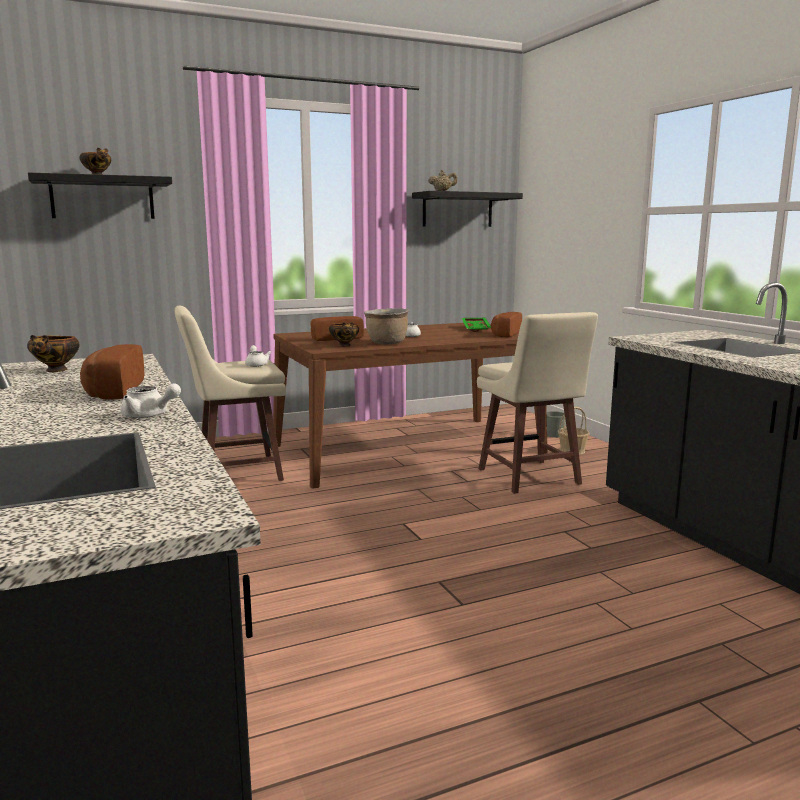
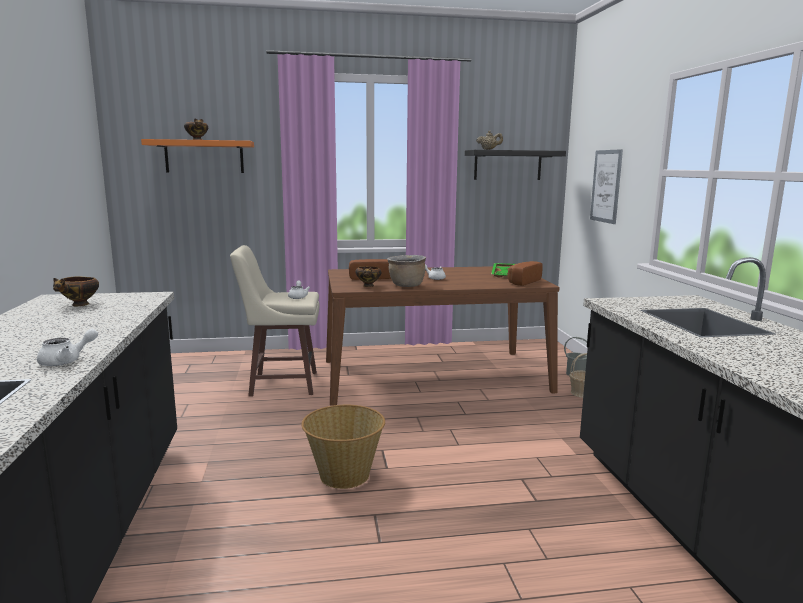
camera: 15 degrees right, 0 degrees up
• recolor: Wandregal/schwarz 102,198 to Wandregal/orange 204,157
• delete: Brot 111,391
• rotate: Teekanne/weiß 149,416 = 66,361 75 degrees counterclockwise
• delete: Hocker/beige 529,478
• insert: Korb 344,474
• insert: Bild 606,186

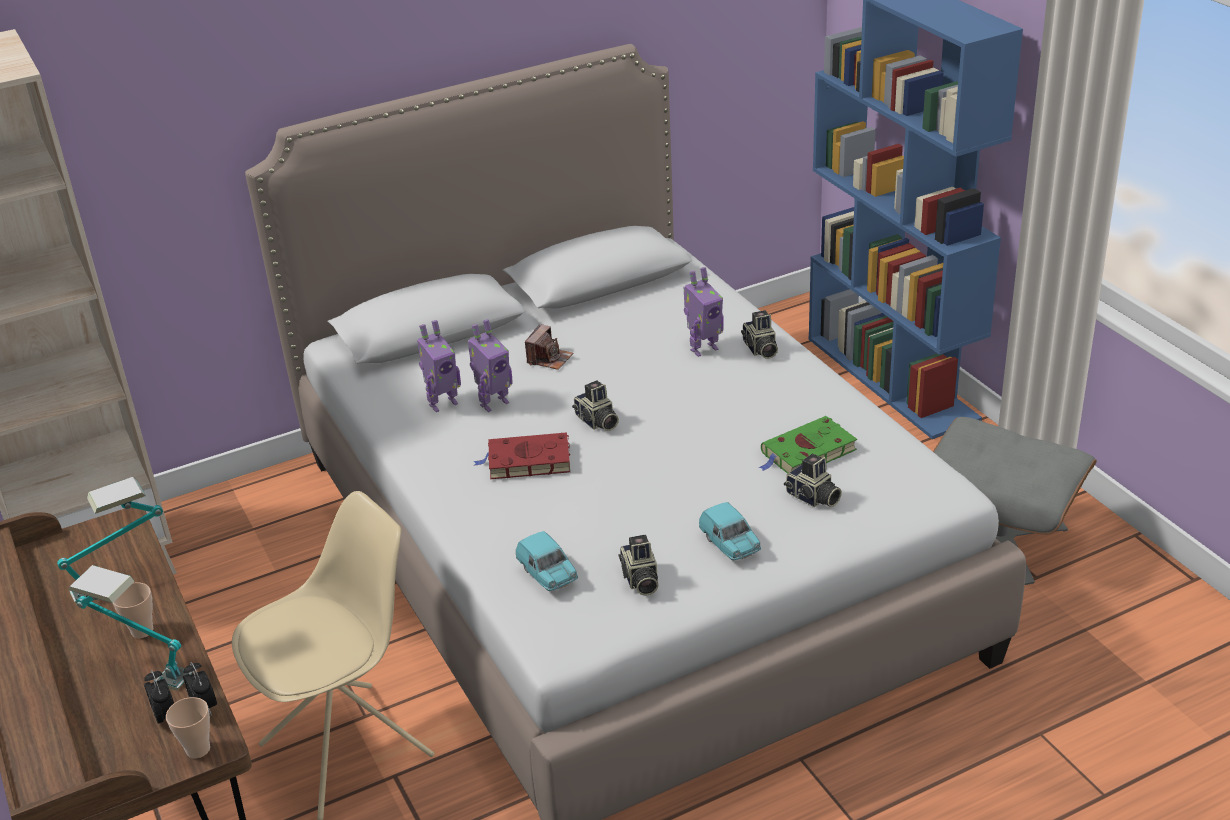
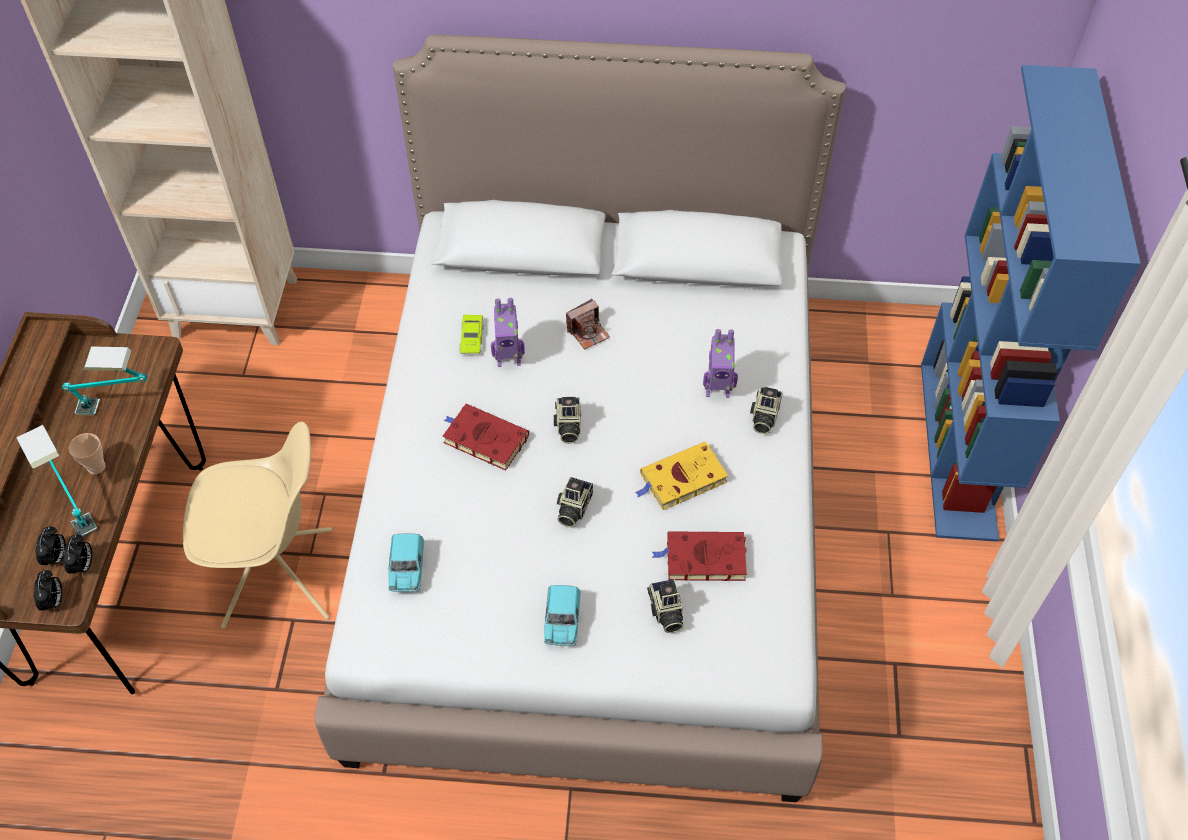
camera: 30 degrees right, 20 degrees up
• replace: Tasse 198,749 to Wecker 54,601
• replace: Spielzeugroboter 442,403 to Spielzeugauto/grün 471,338
• move: Kamera 639,580 to 573,508
• recolor: Buch/grün 806,453 to Buch/rot 703,559
• delete: Polsterhocker/grau 999,538
• insert: Buch/gelb 681,479

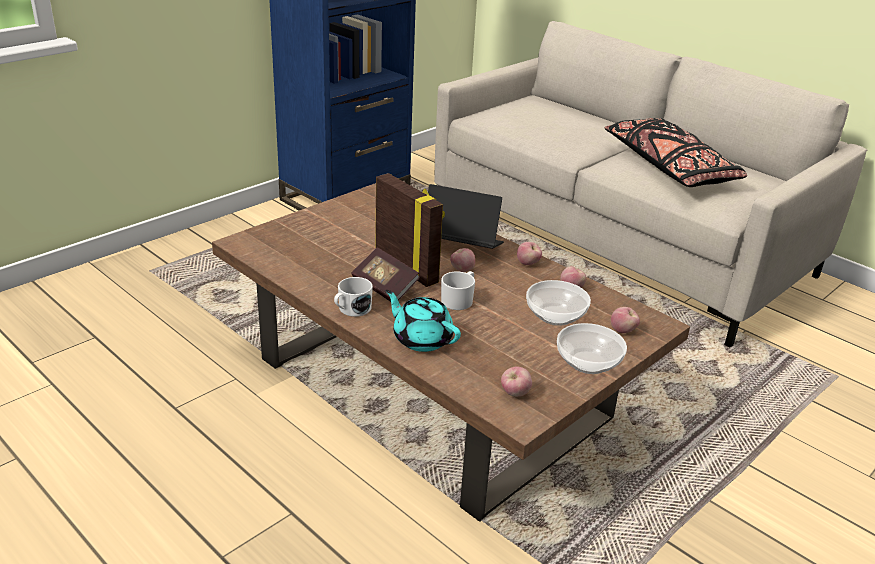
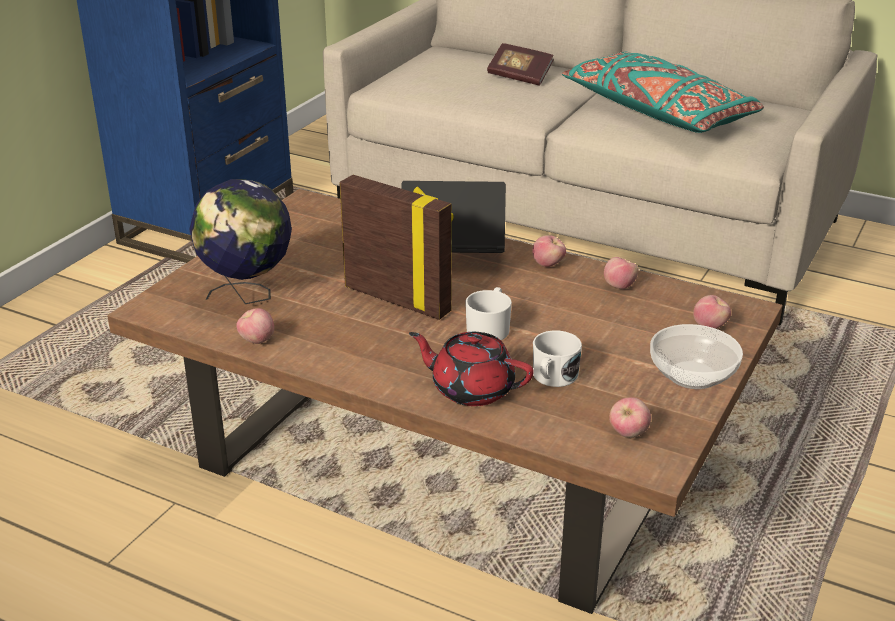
camera: 15 degrees left, 0 degrees up
• move: Henkelbecher/weiß 351,309 to 553,377
• move: Buch 385,287 to 520,77
• recolor: Teekanne/türkis 421,339 to Teekanne/rot 471,389
• move: Apfel 462,270 to 256,341
• delete: Schüssel 556,316
• recolor: Kissen/schwarz 669,168 to Kissen/türkis 658,113
• insert: Globus 248,296

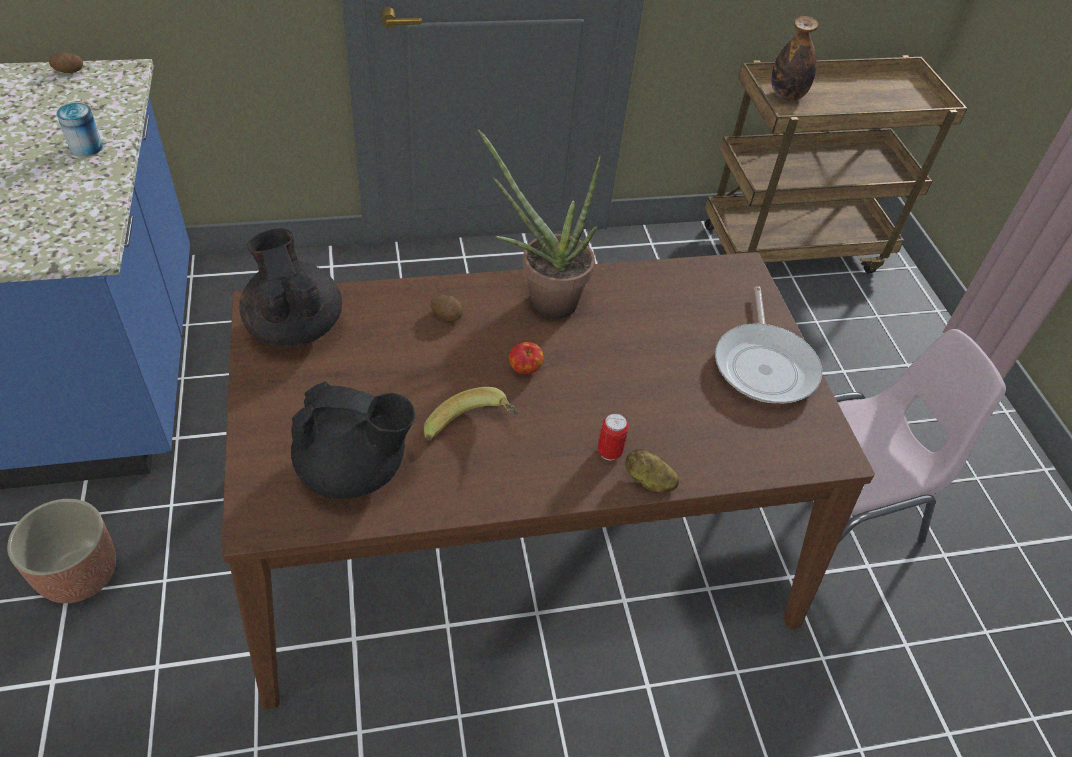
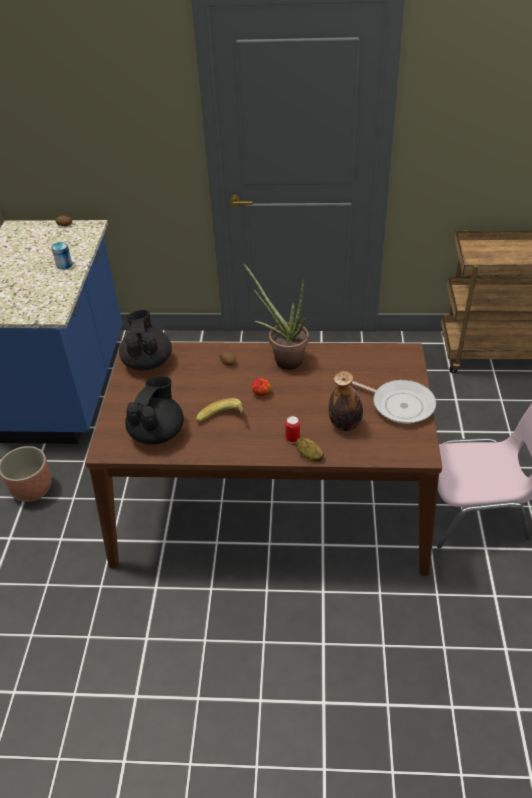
camera: 20 degrees right, 5 degrees down
• rotate: Teekanne/schwarz 354,470 = 157,432 90 degrees counterclockwise
• rotate: Pfanne 764,365 = 399,404 75 degrees counterclockwise
• move: Flasche 787,95 to 345,424

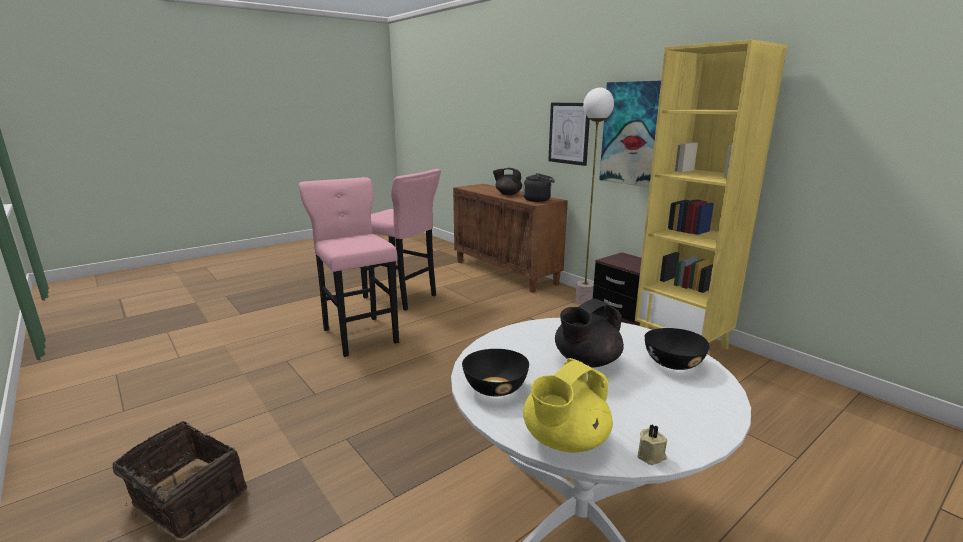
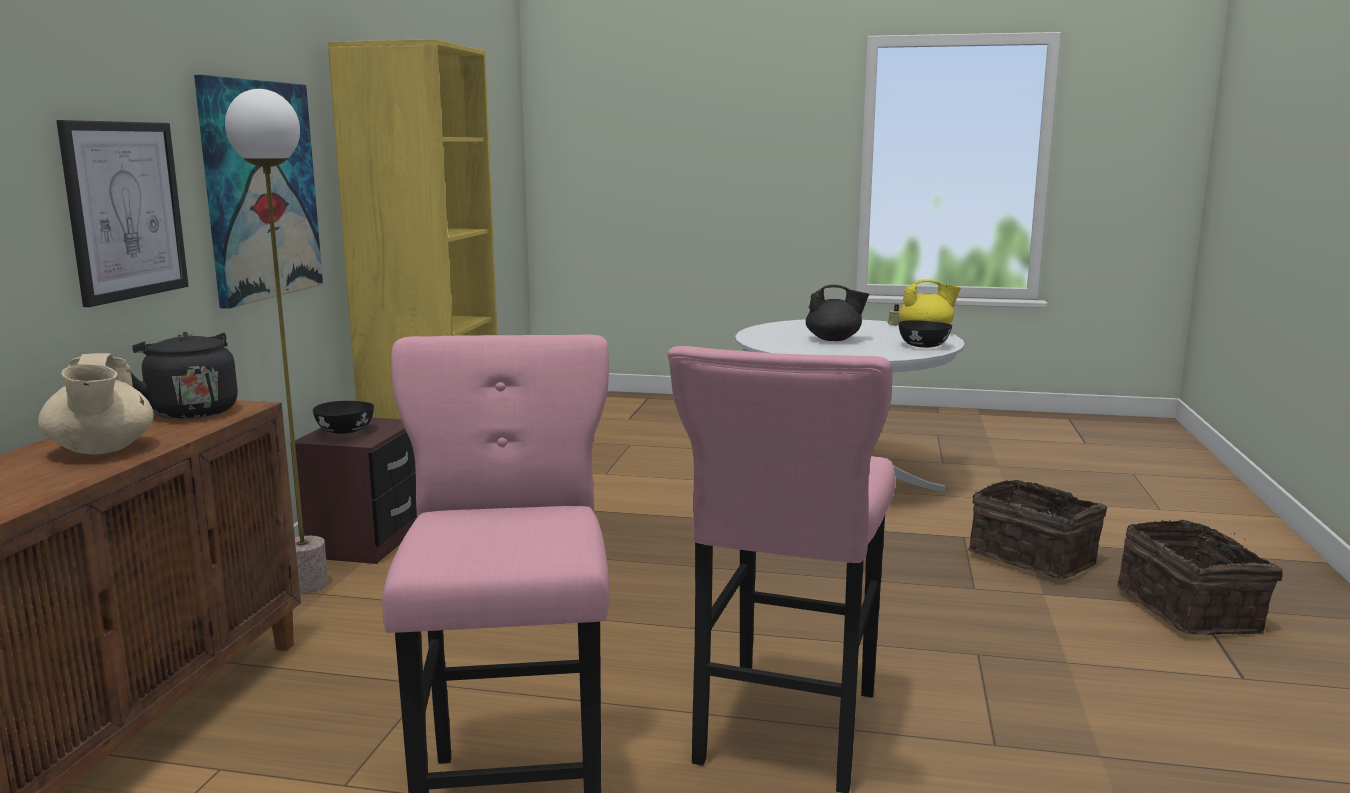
camera: 130 degrees left, 5 degrees down
• recolor: Teekanne/schwarz 507,194 to Teekanne/beige 101,450
• move: Schüssel/schwarz 673,363 to 344,431
• insert: Korb 1034,558

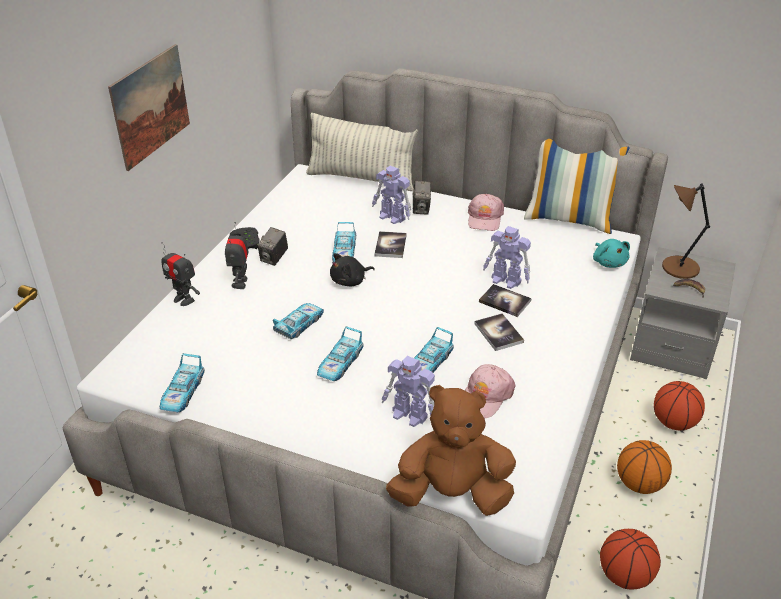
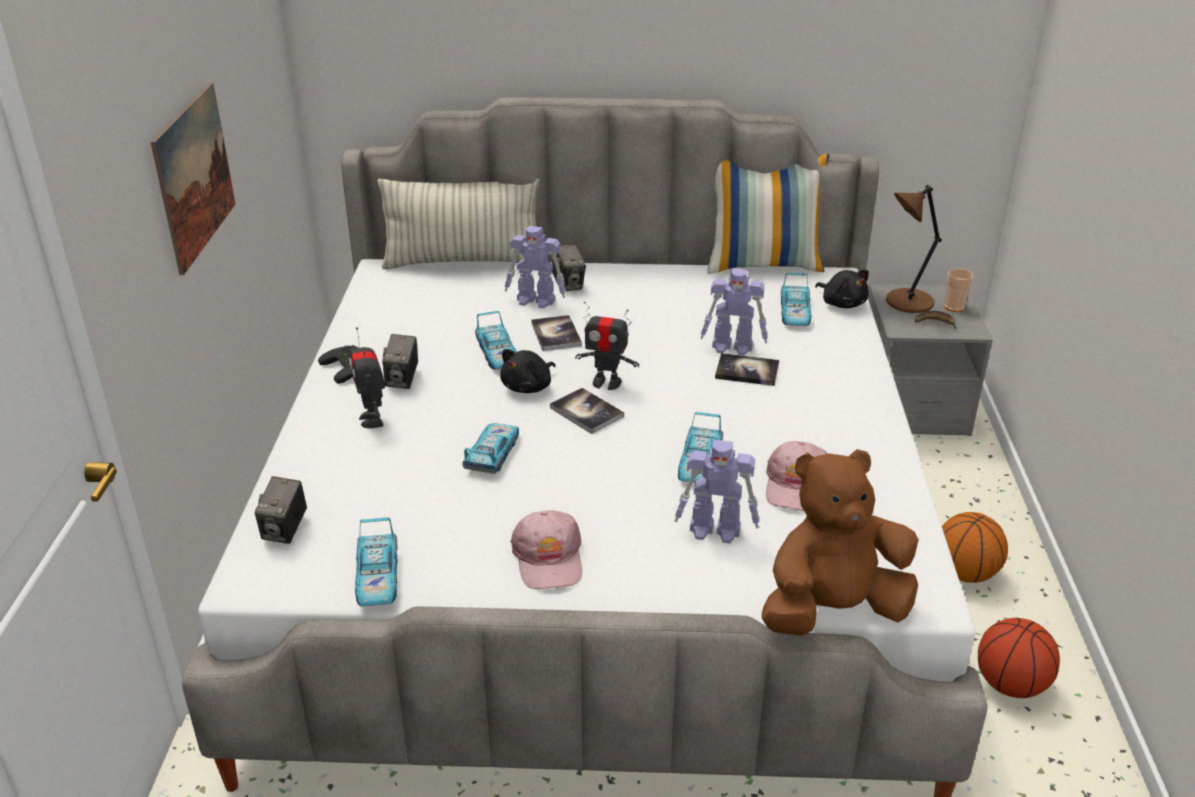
camera: 20 degrees left, 5 degrees down
• move: Spielzeugroboter 184,299 to 606,383
• move: Spielzeugauto 340,363 to 795,313
• move: Kappe/rosa 485,218 to 548,558
• move: Buch 498,333 to 586,412
• recolor: Plüschtier/türkis 609,262 to Plüschtier/schwarz 842,303
• delete: Basketball 673,422
• insert: Kamera 285,530
• insert: Tasse 954,307

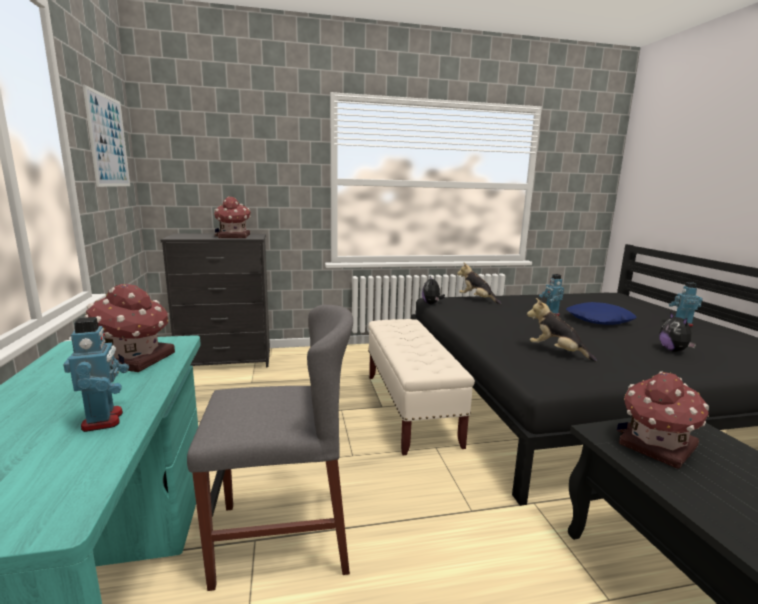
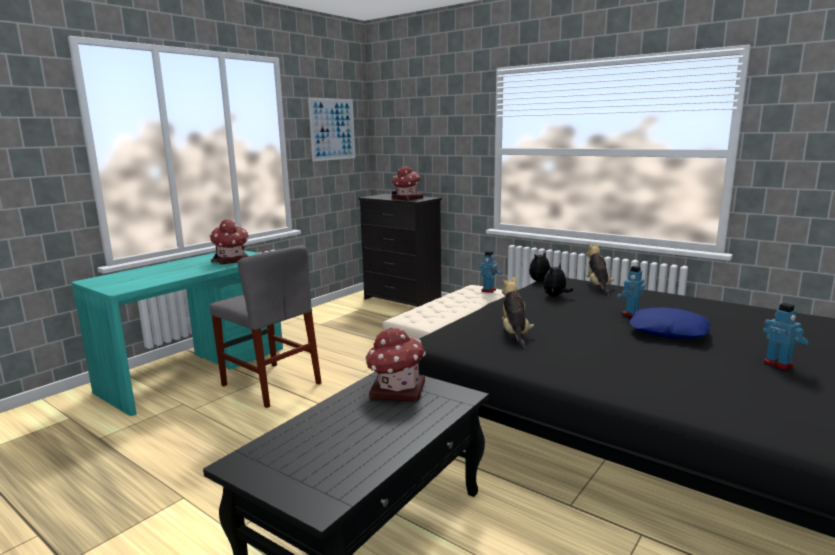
camera: 50 degrees right, 0 degrees up
• move: Spielzeugroboter 104,420 to 489,290
• move: Plüschtier 673,350 to 555,296

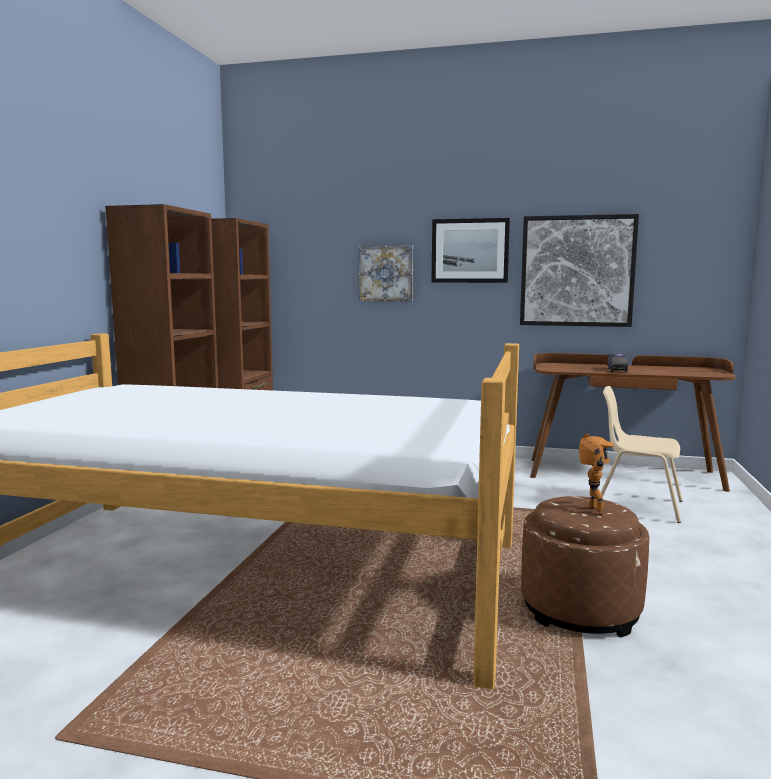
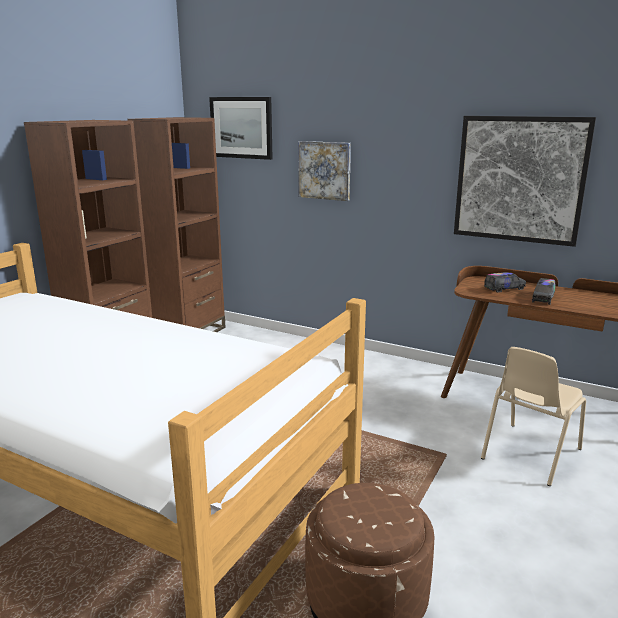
camera: 15 degrees right, 10 degrees up
• move: Bild 470,251 to 241,127
• delete: Spielzeugroboter 592,511
• rotate: Stuhl/beige 636,505 = 529,454 90 degrees counterclockwise
• insert: Spielzeuglaster 504,289

